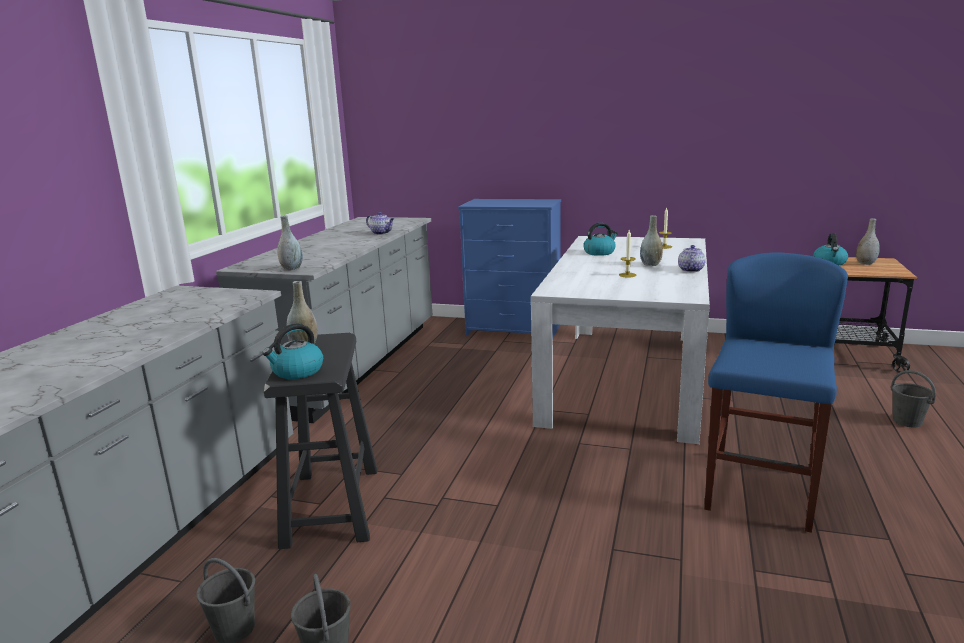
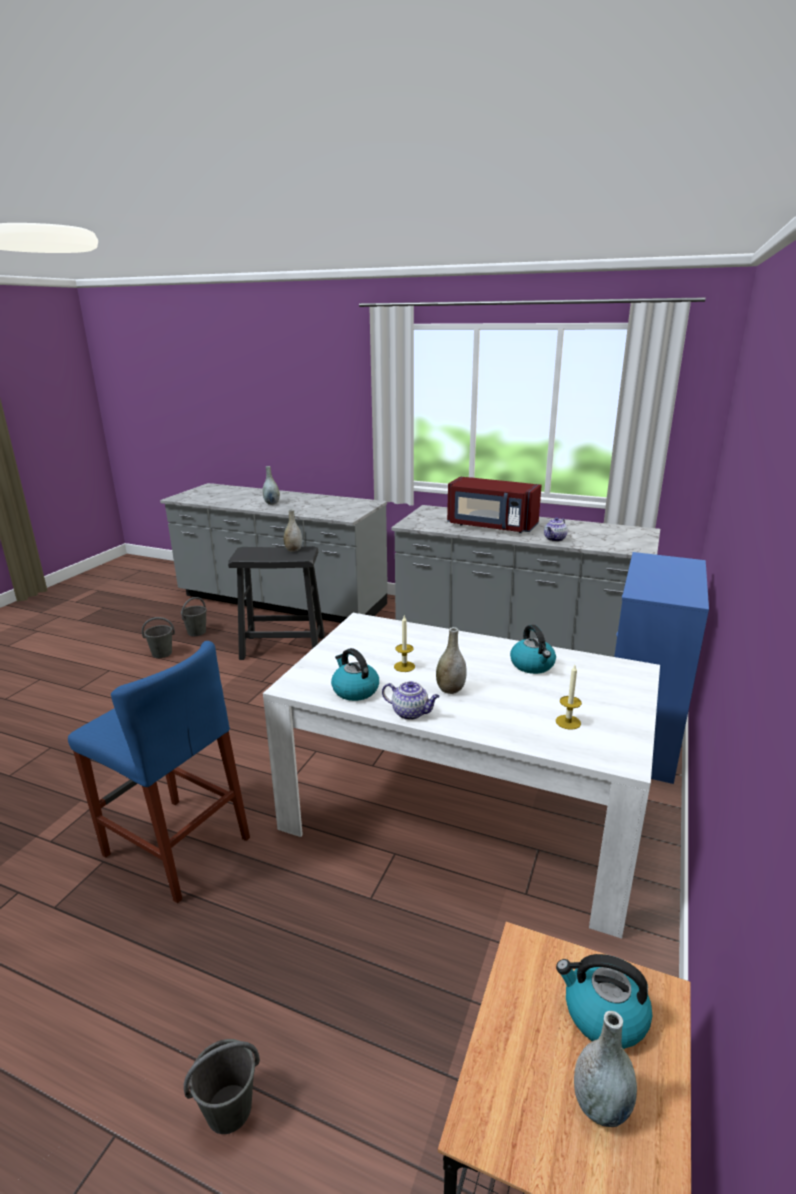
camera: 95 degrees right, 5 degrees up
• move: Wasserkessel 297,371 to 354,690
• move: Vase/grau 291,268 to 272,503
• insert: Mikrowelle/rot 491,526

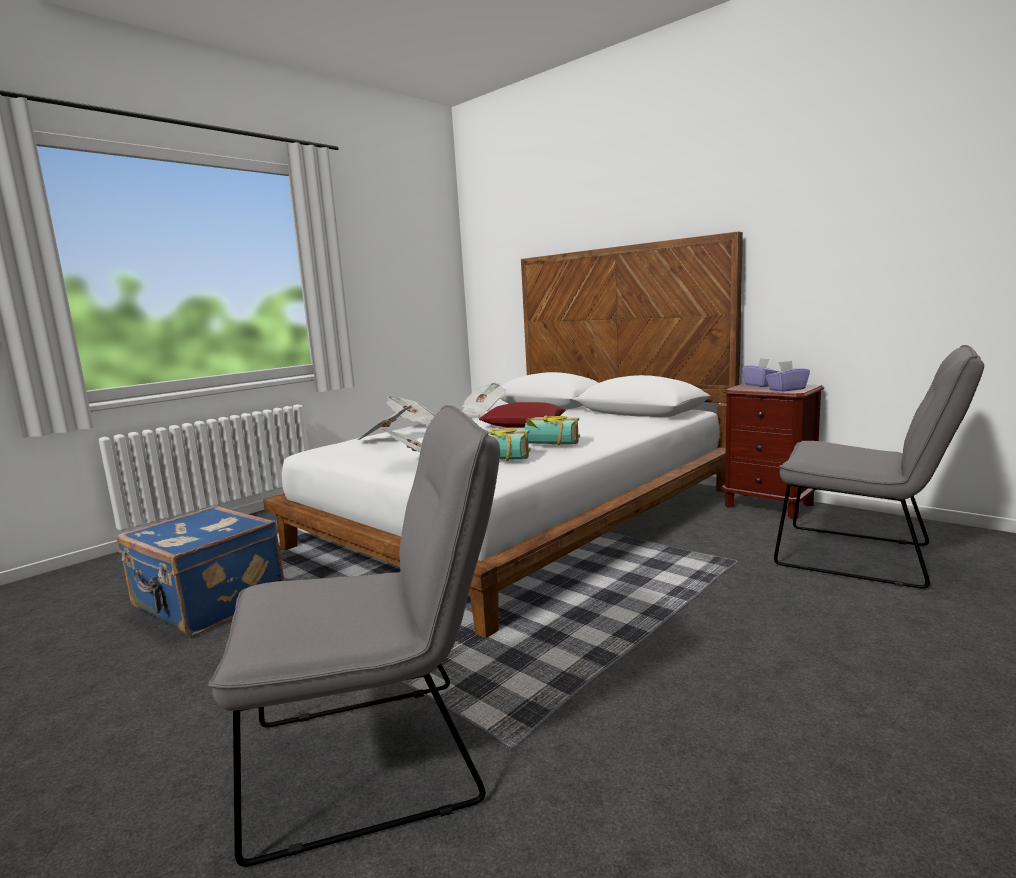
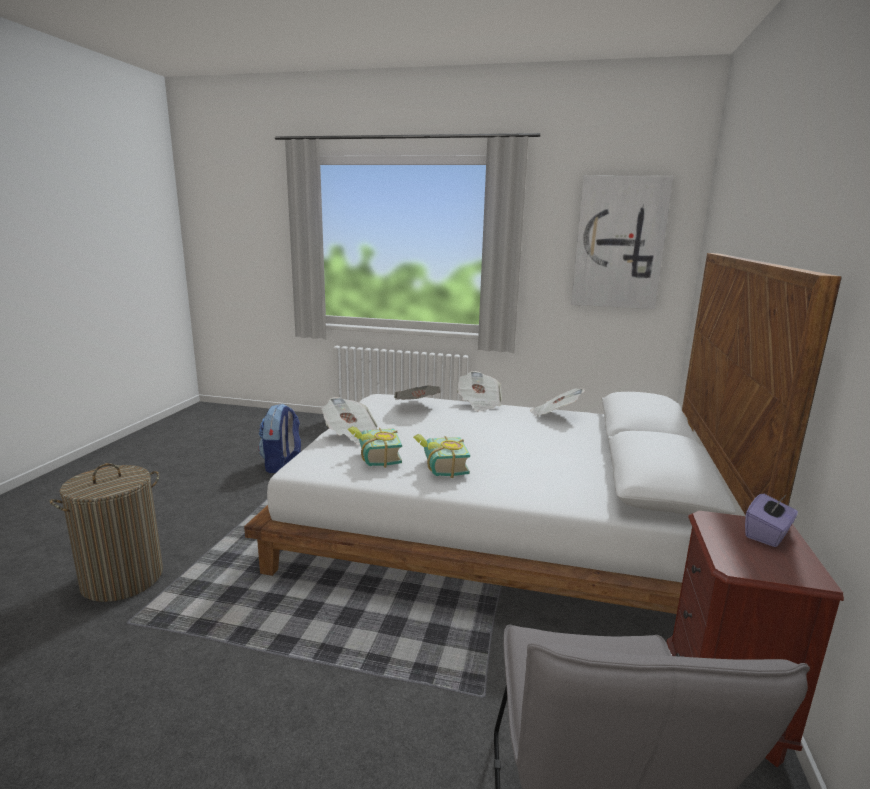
camera: 60 degrees right, 5 degrees up
• replace: Koffer/blau 208,604 to Rucksack 282,465
• replace: Stuhl/grau 383,758 to Wäschekorb 122,579
• delete: Kissen/rot 523,423
• delete: Taschentuchbox/lila 786,389
• insert: Bild 619,243

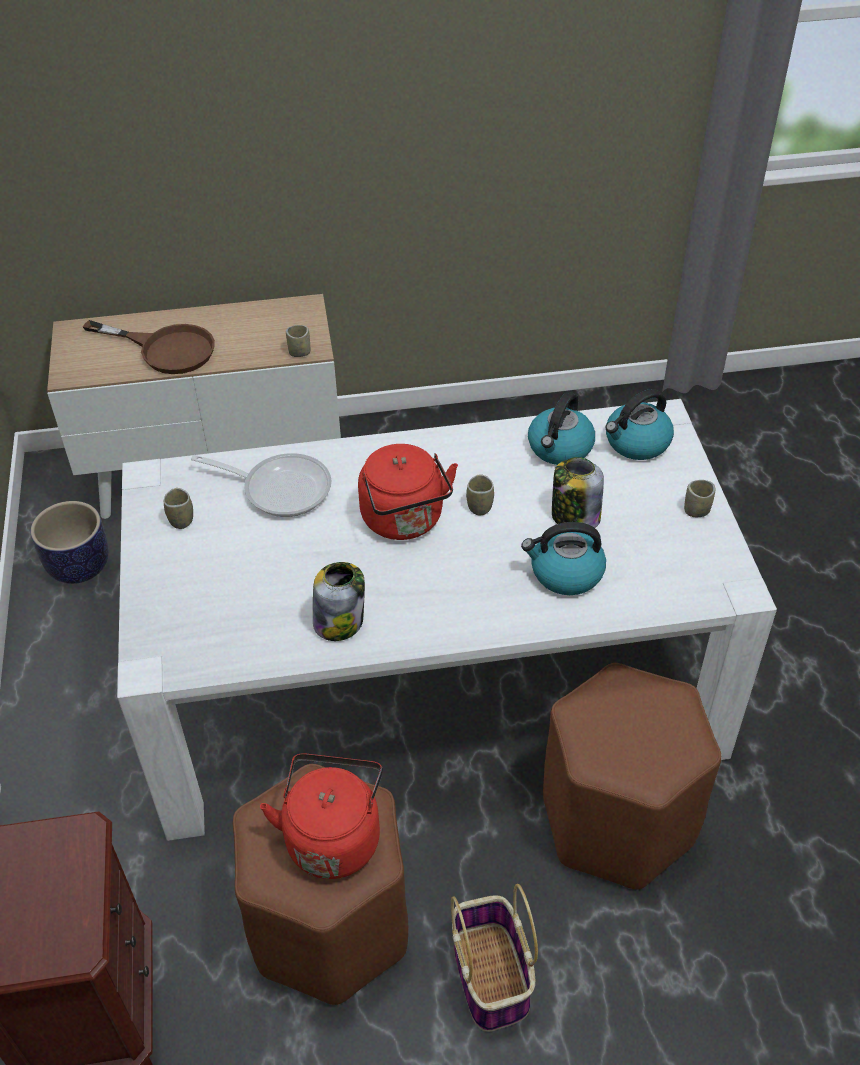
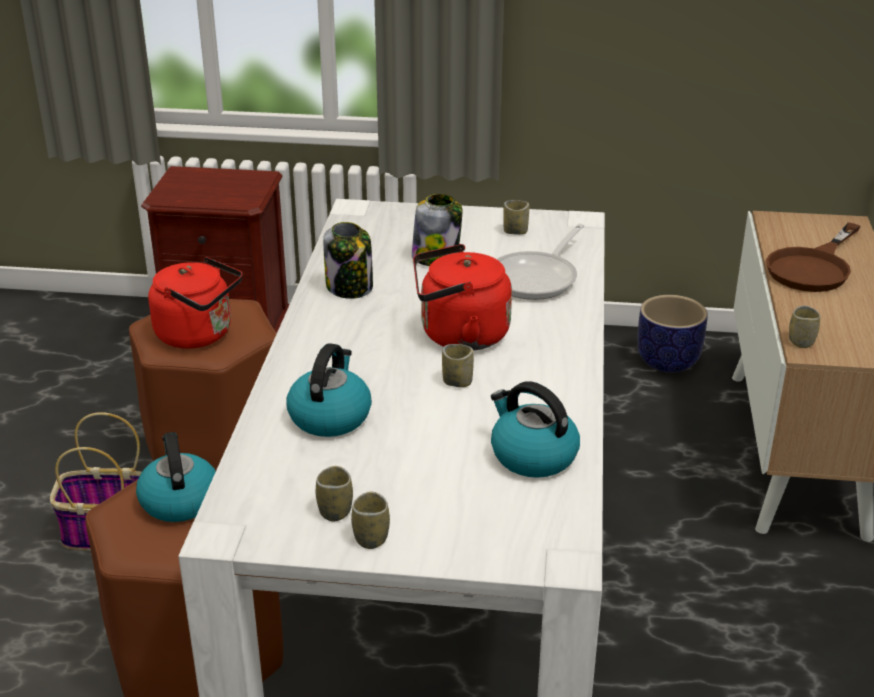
camera: 105 degrees right, 15 degrees down
• move: Vorratsglas 574,516 to 436,257
• move: Wasserkessel 636,443 to 179,500
• insert: Tasse 335,511

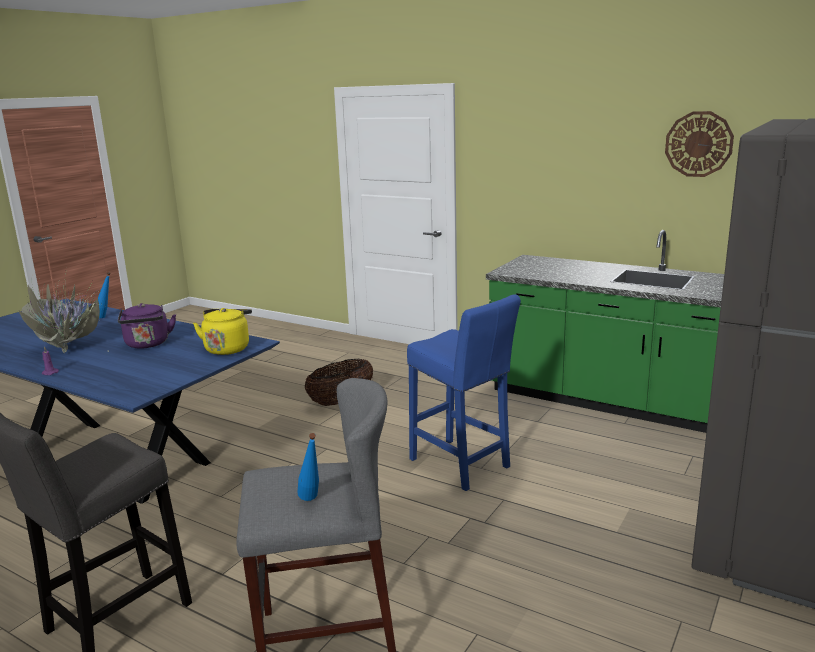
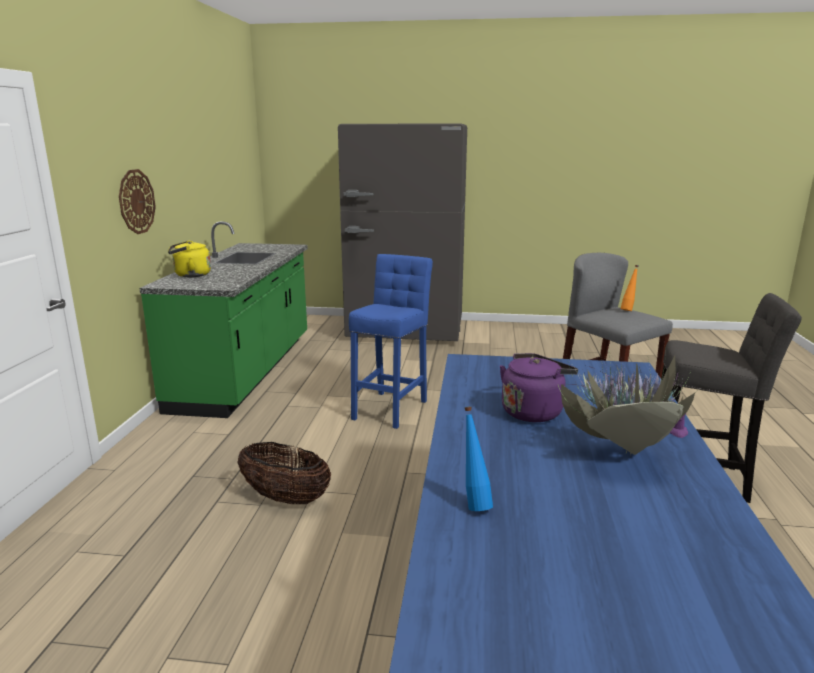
camera: 115 degrees left, 0 degrees up
• move: Wasserkessel/gelb 228,348 to 190,275
• recolor: Flasche/blau 312,501 to Flasche/orange 628,310
• move: Wanduhr 698,144 to 136,201

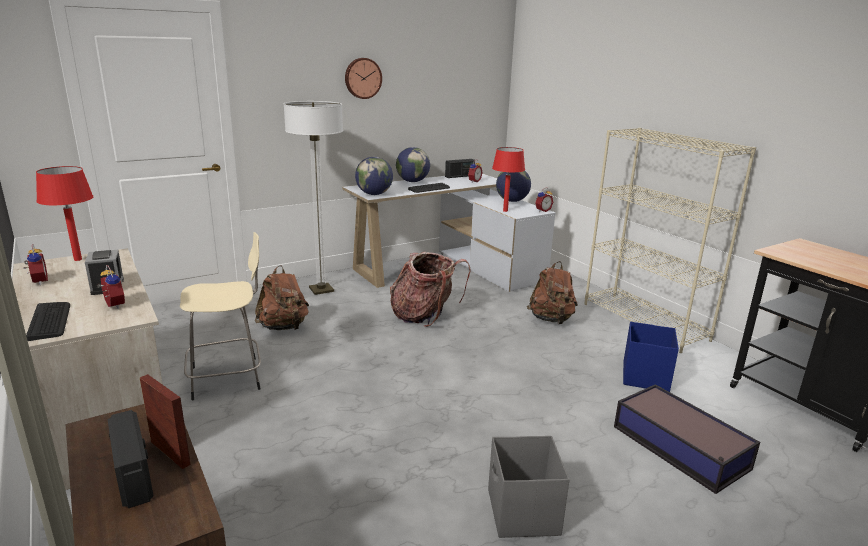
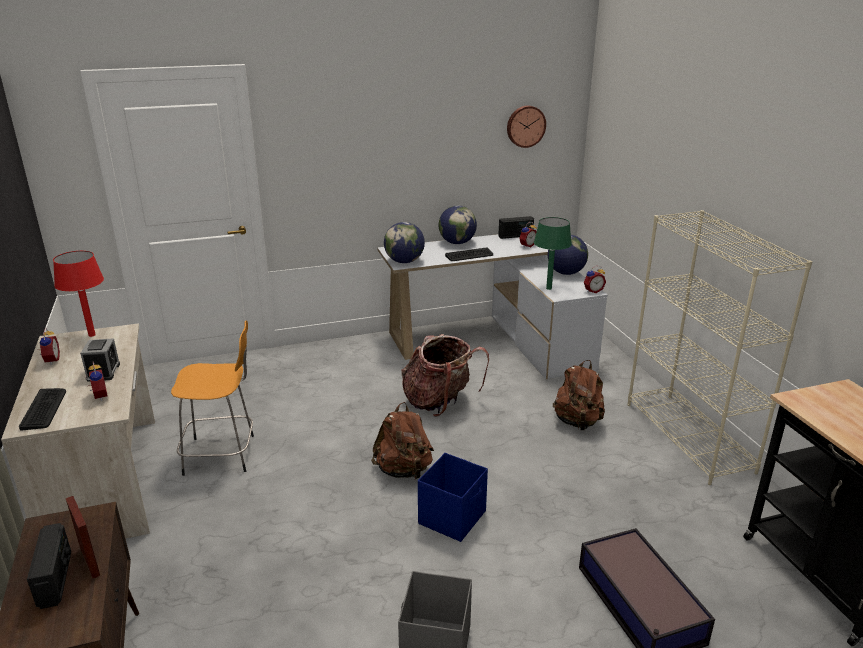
camera: 15 degrees right, 5 degrees up
• recolor: Hocker/beige 229,377 to Hocker/orange 222,454
• move: Rucksack/braun 284,327 to 404,470
• delete: Stehlampe 321,290
• move: Wanduhr 362,78 to 525,126
• recolor: Tischlampe/rot 505,211 to Tischlampe/grün 548,288
• move: Aufbewahrungsbox/blau 645,377 to 453,517

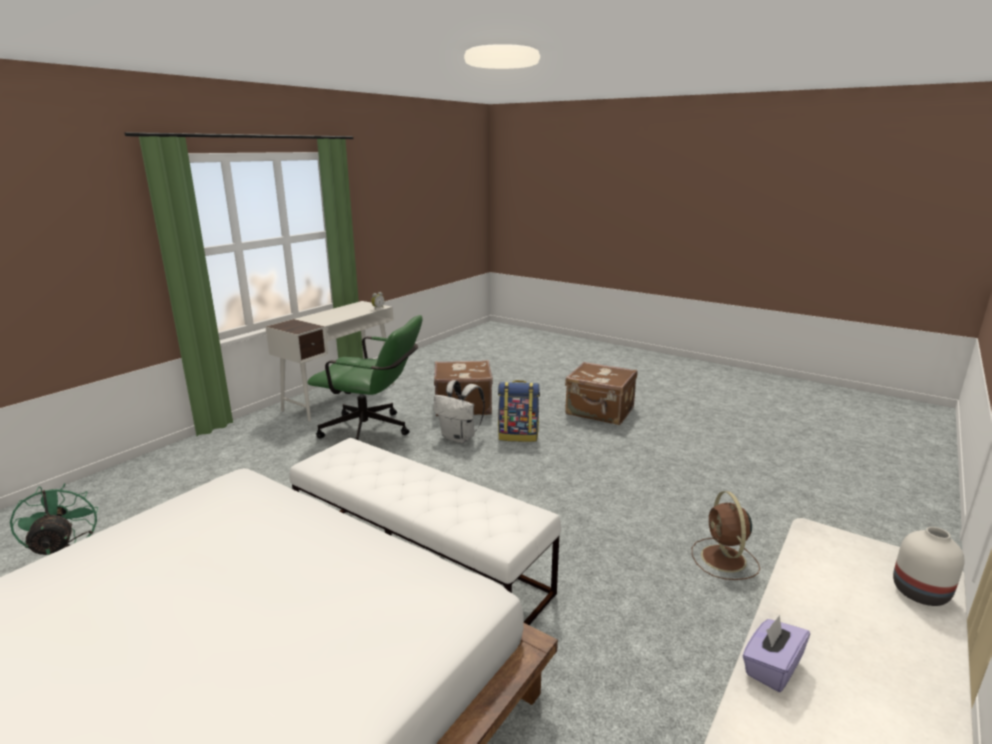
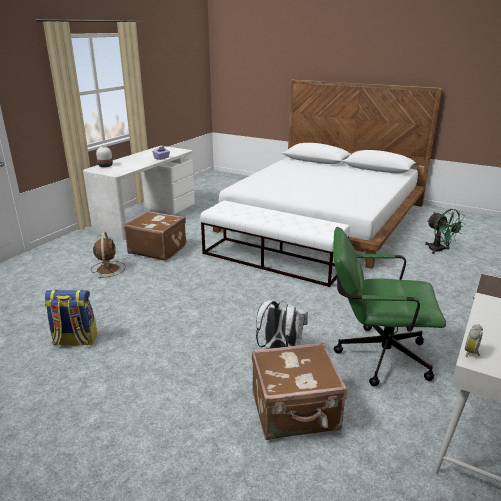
camera: 175 degrees right, 5 degrees up
• move: Rucksack 518,436 to 75,341
• move: Koffer/braun 599,412 to 158,249

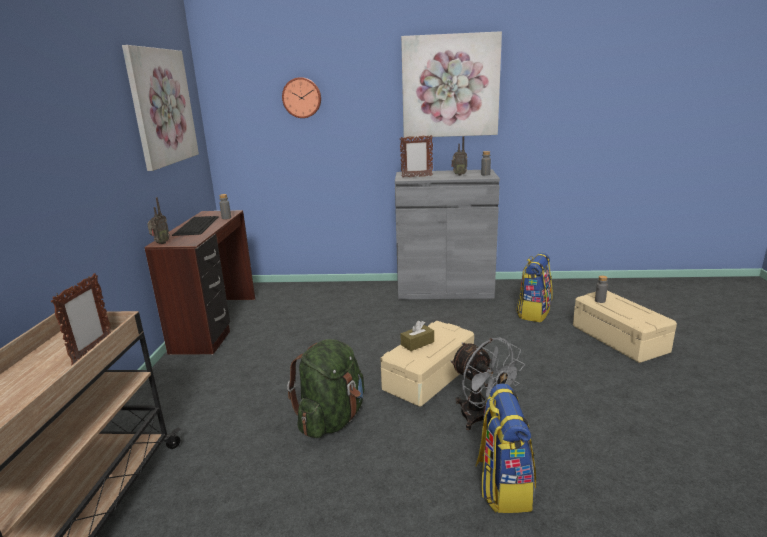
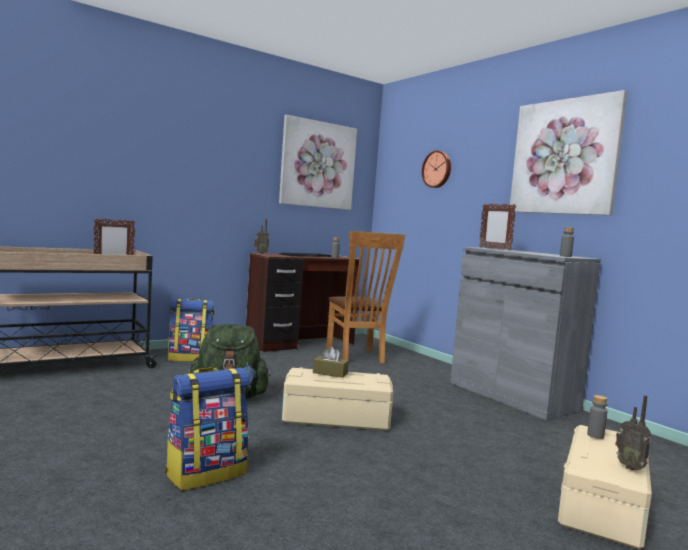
camera: 50 degrees right, 15 degrees down
• delete: Ventilator/grau 481,418
• move: Radio 459,175 to 630,467
• move: Rucksack 533,312 to 190,358
• insert: Stuhl/braun 357,357

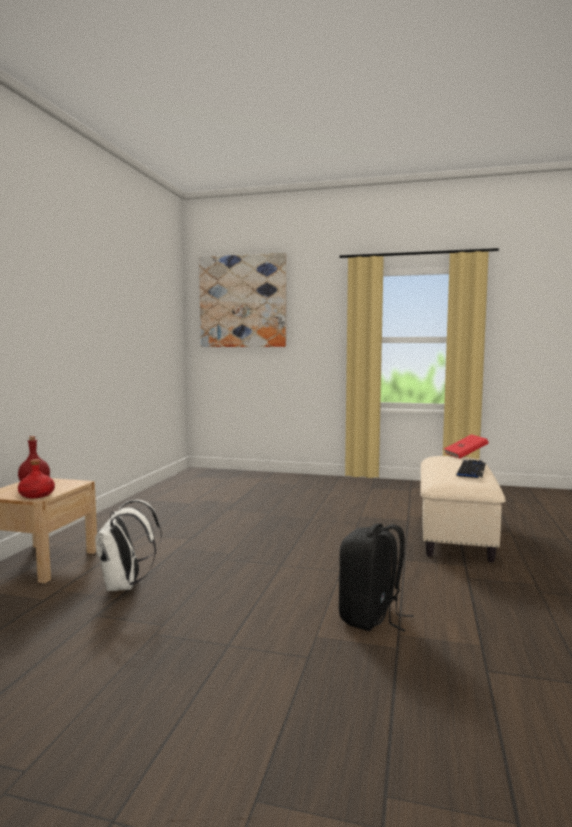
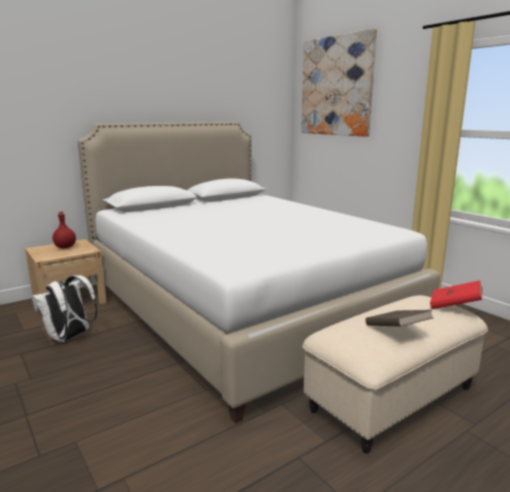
camera: 40 degrees right, 10 degrees up
• delete: Flasche/rot 37,495
• delete: Rucksack/schwarz 371,617
• replace: Tastatur 471,470 to Buch/braun 396,331
• insert: Bett/weiß 242,307

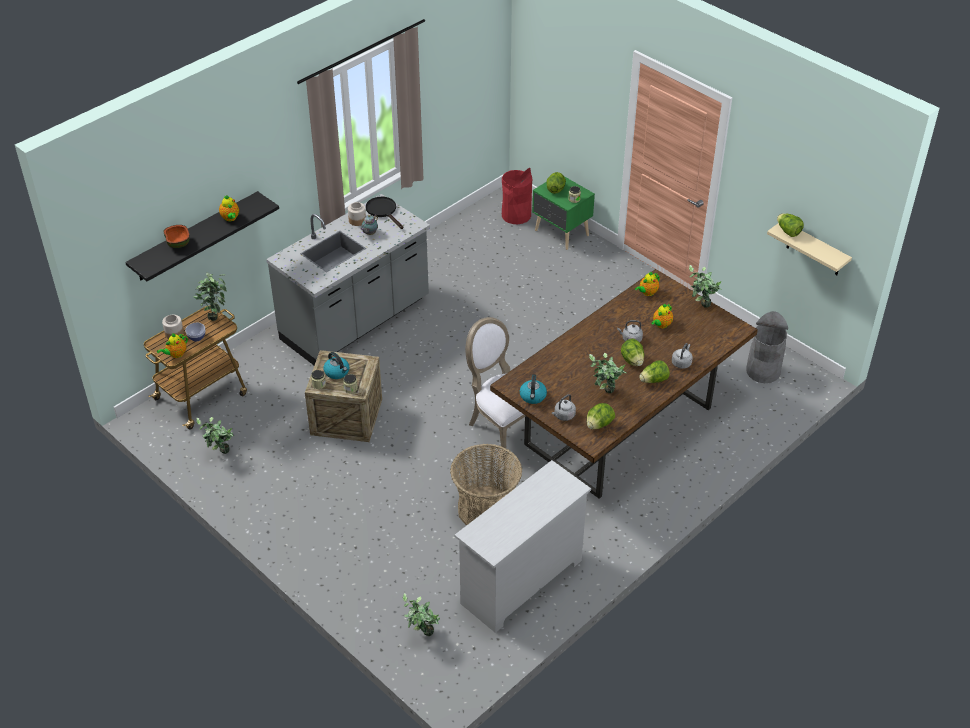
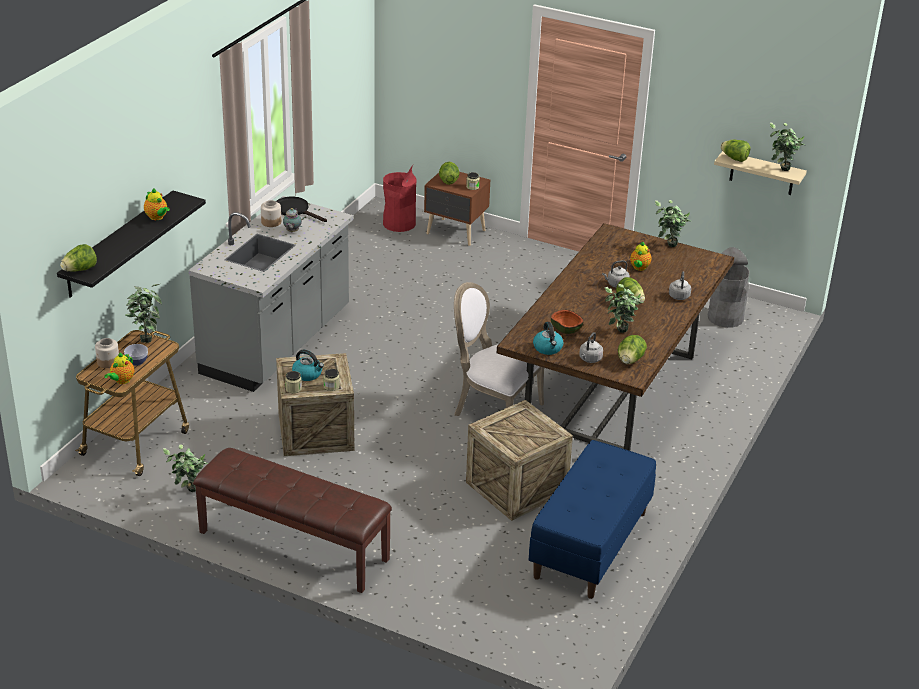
camera: 20 degrees left, 10 degrees down
• move: Schüssel 178,243 to 565,330
• move: Topfpflanze 422,635 to 781,171
• replace: Korb 486,509 to Kiste 516,487
• replace: Kommode/weiß 521,582 to Bank/blau 591,545
• recolor: Nachttisch/grün 561,234 to Nachttisch/braun 456,233
• delete: Teekanne 647,293
• move: Salatkopf 654,380 to 80,270
• insert: Bank/braun 292,546

